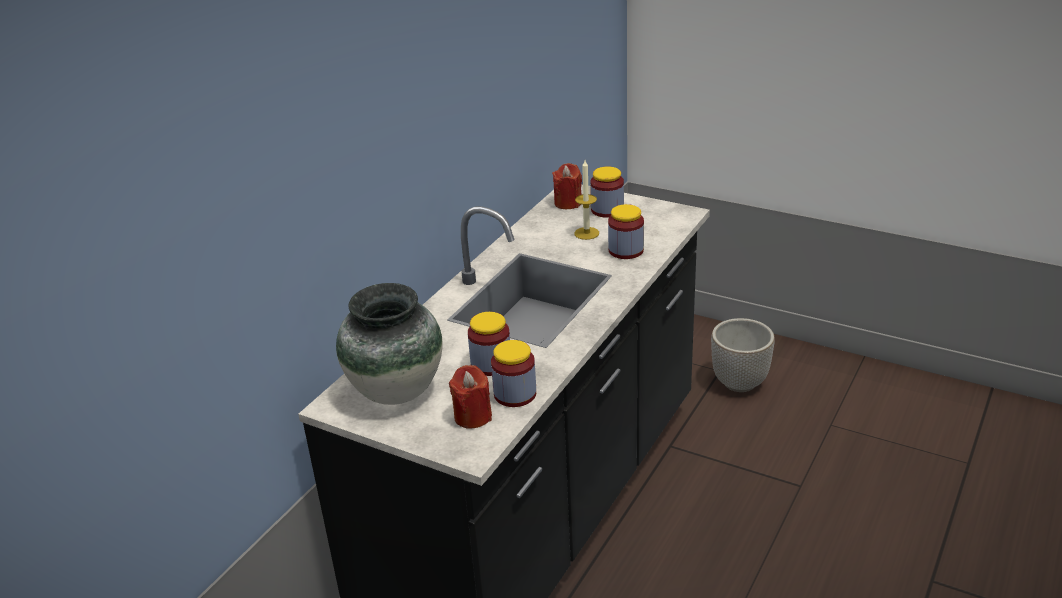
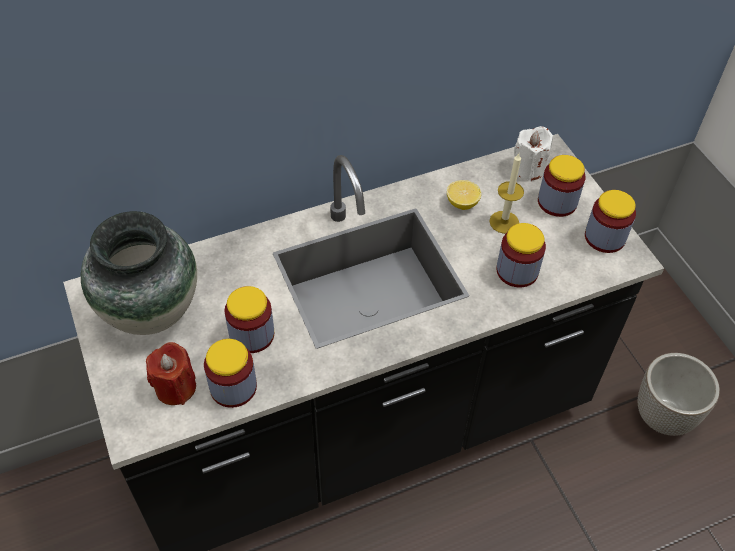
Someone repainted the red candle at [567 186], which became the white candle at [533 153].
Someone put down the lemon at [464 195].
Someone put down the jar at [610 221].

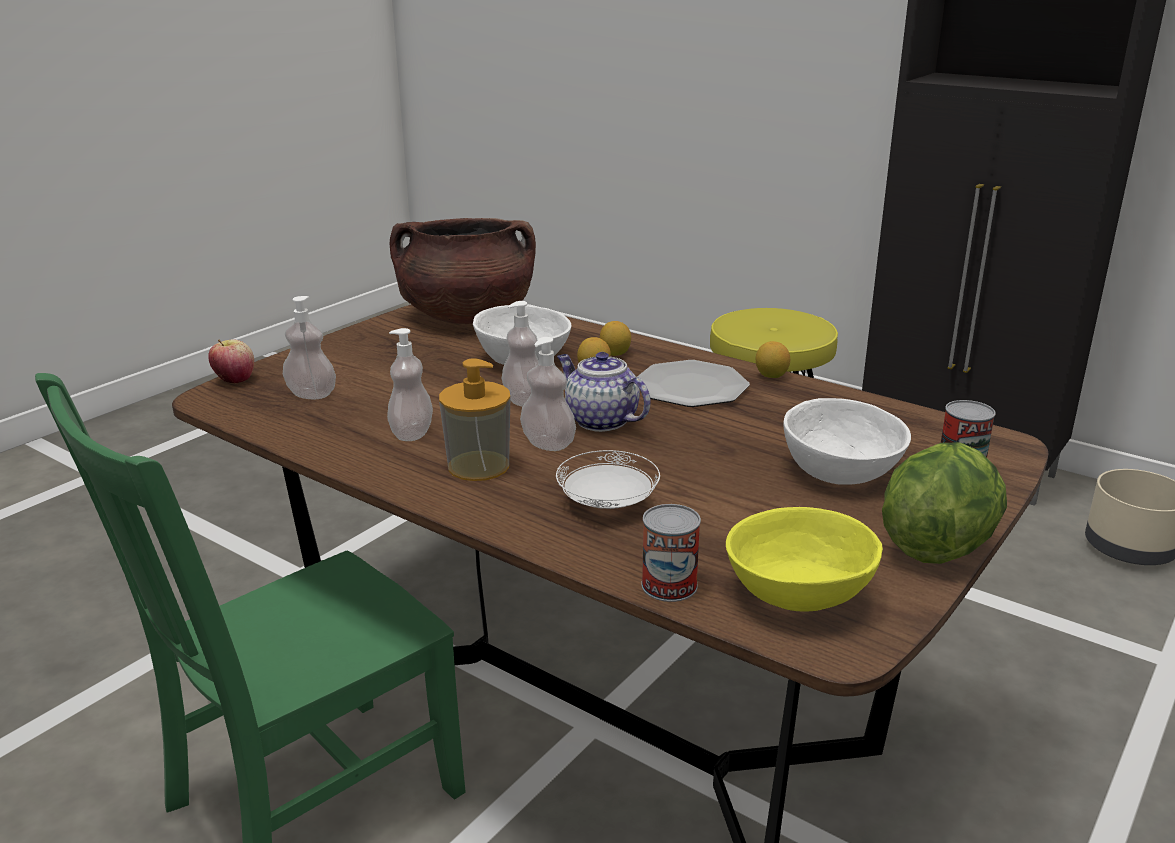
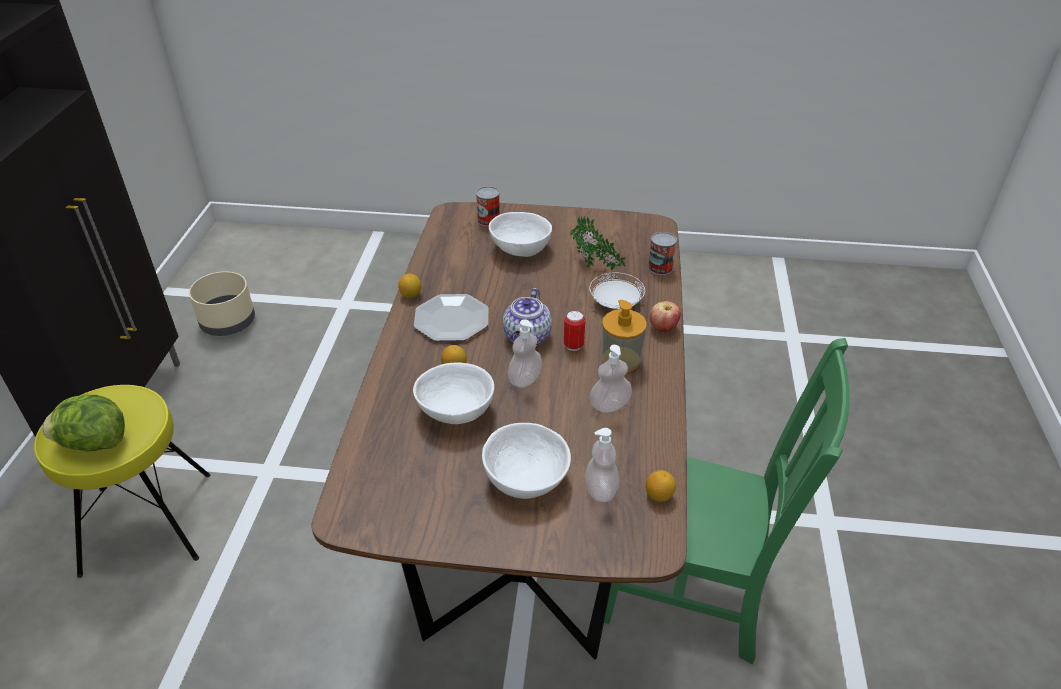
Someone took away the brown cooking pot at [463 271].
Someone carried the lemon from [615 338] to [661 486].
Someone swapped the soap dispenser at [548 394] for the can at [575 330].
Someone carried the apple from [231 361] to [665 316].
Someone carried the lettuce from [944 503] to [83 423].
Someone took away the yellow bowl at [804 559].
Someone put down the potted plant at [598 242].
Someone put down the white bowl at [526 461].

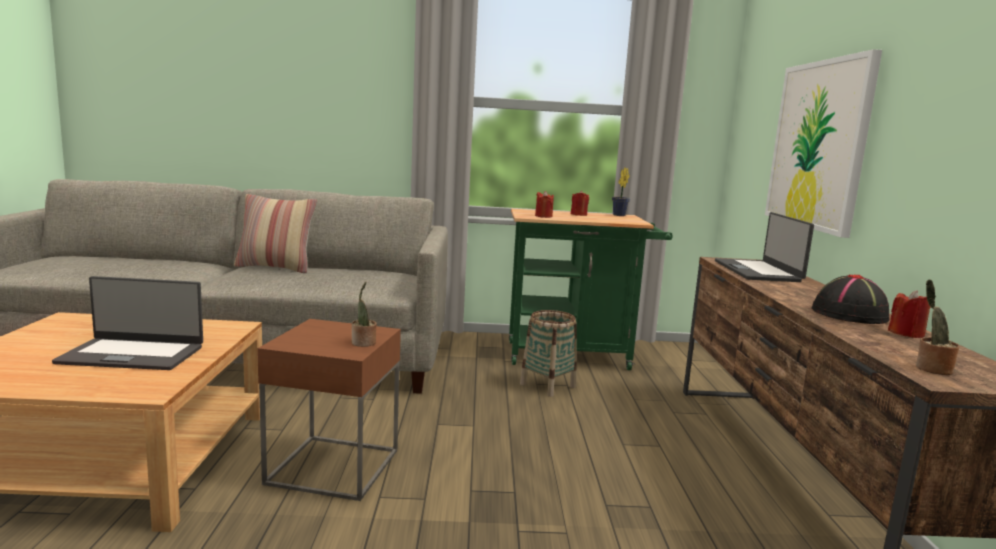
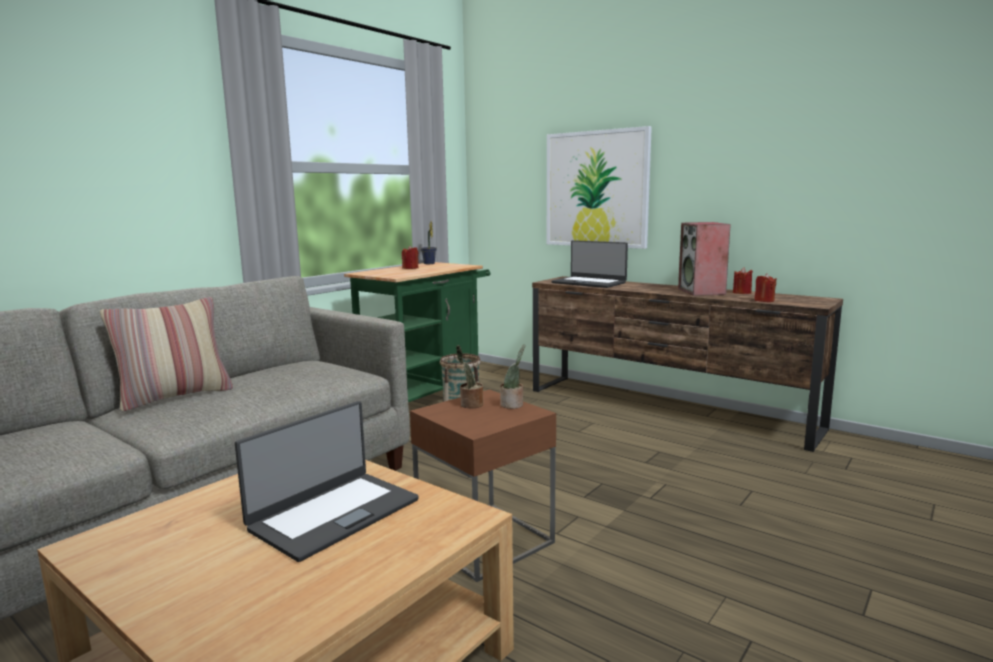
Someone carried the red candle from [544 204] to [765 287].
Someone swapped the black hat at [850 299] for the speaker at [704 259].
Someone carried the potted plant from [938 327] to [469 377].

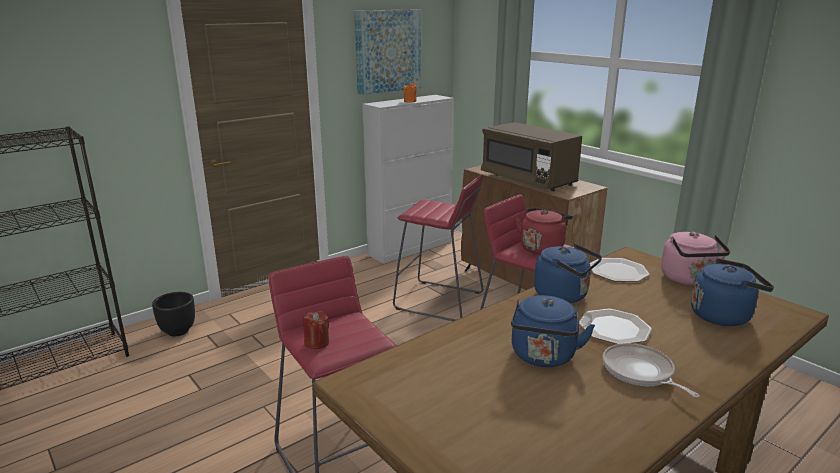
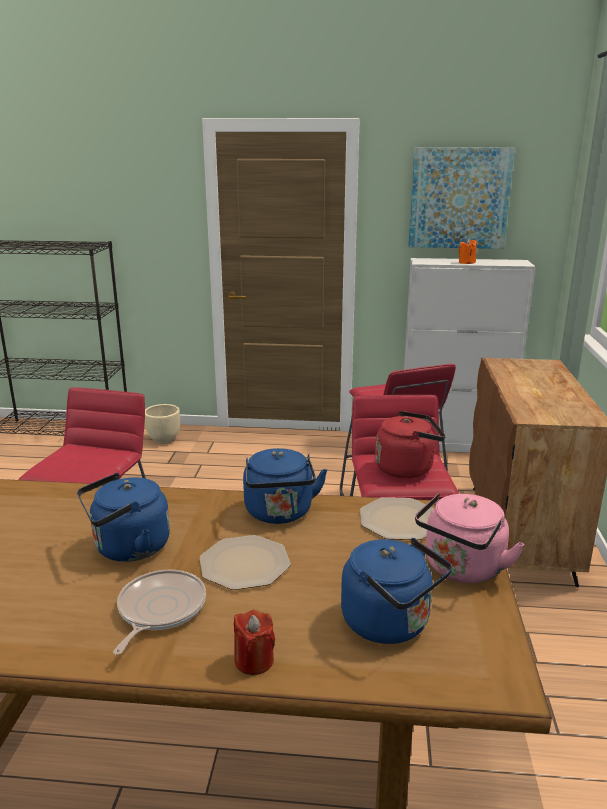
Someone took away the brown microwave at [531 156].
Someone repainted the black planter at [173 314], which became the beige planter at [162 424].
Someone carried the red candle from [316 330] to [254 642].

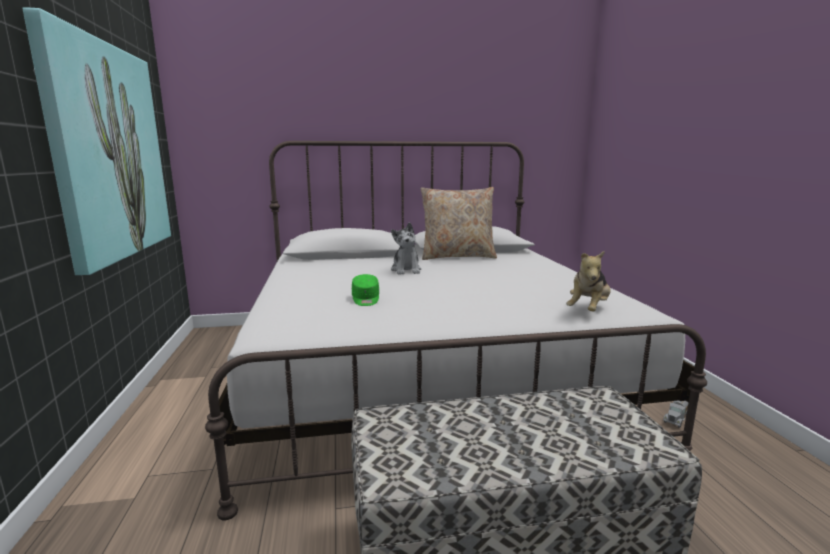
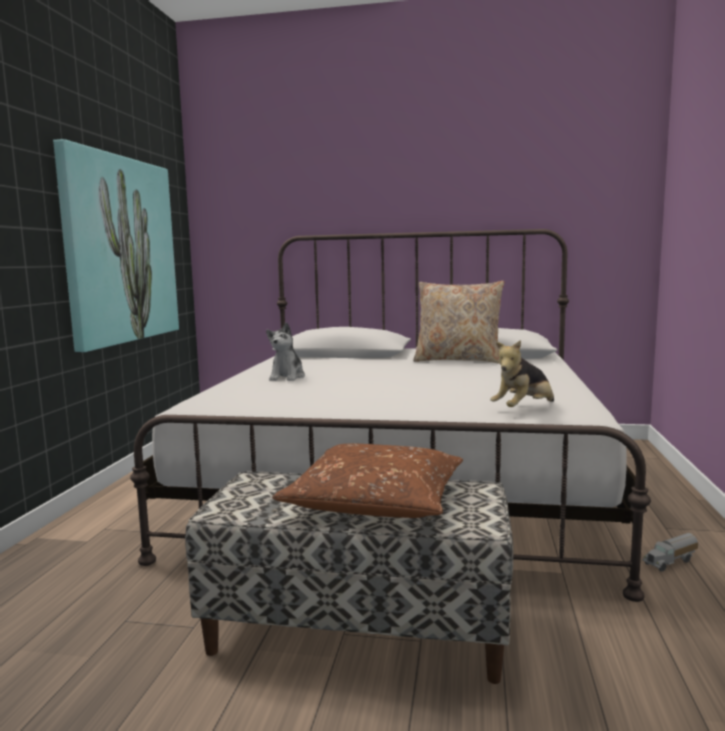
Someone carried the plush toy from [406 248] to [285 351].
Someone took away the green cap at [365 290].
Someone put down the brown pillow at [367 480].

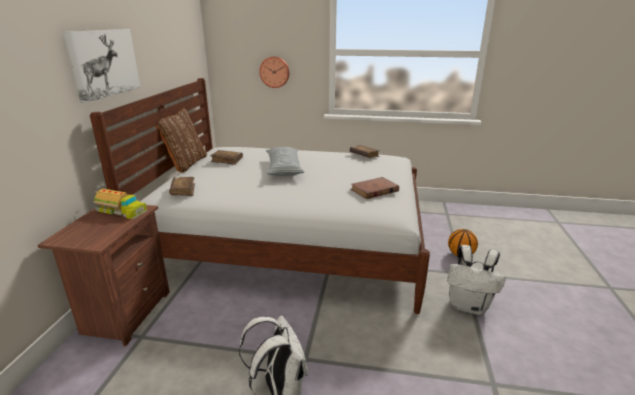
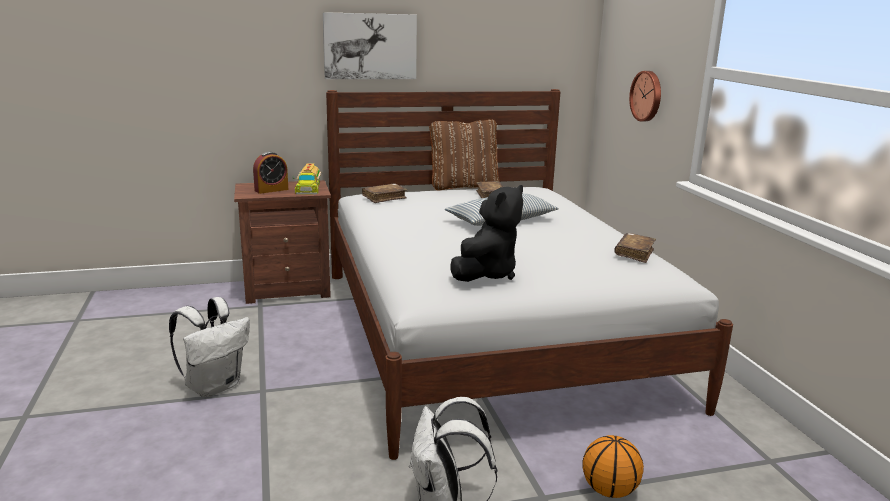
Someone swapped the brown book at [374 188] for the black plush toy at [486 233].
Someone put down the alarm clock at [270 173].

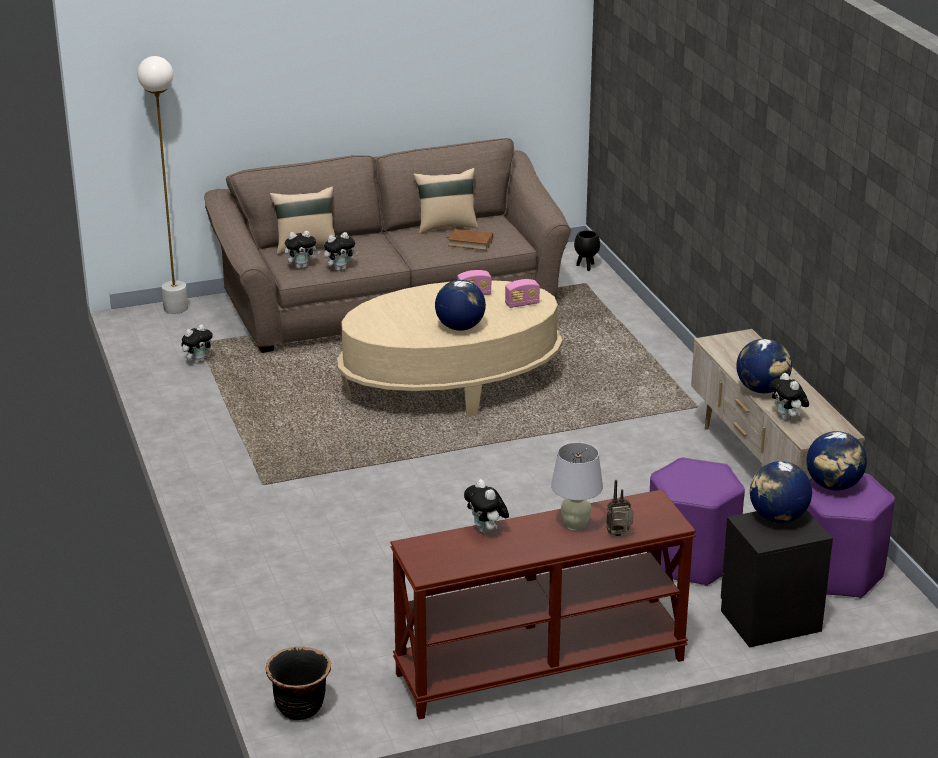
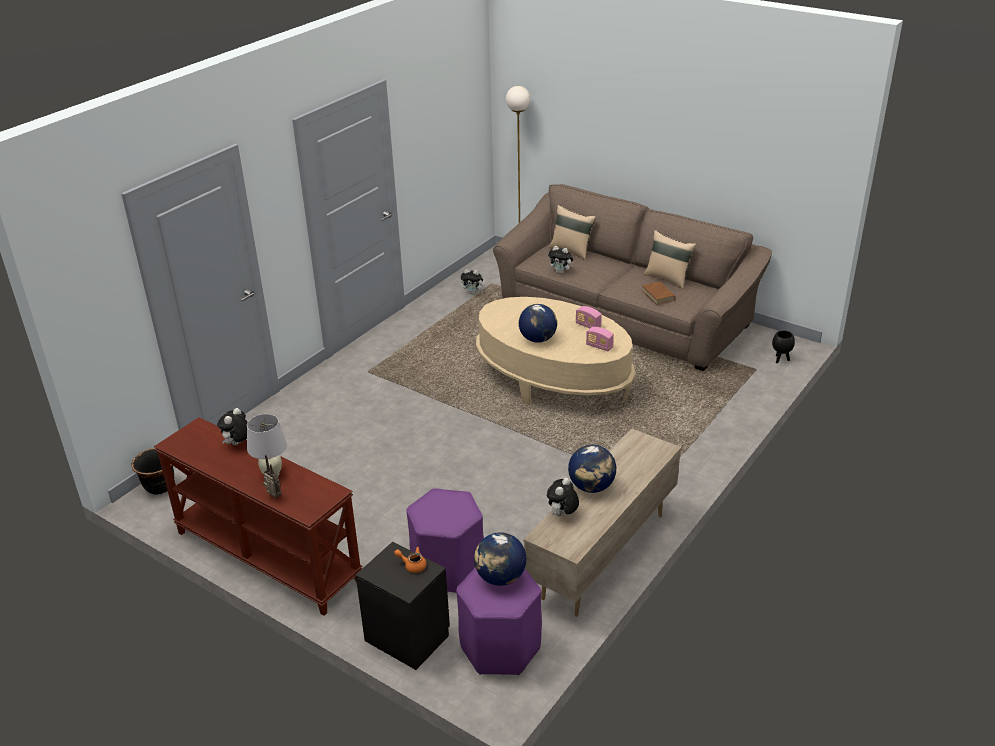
Someone took away the plush toy at [302 250].
Someone swapped the globe at [781 492] for the orange teapot at [410 560].

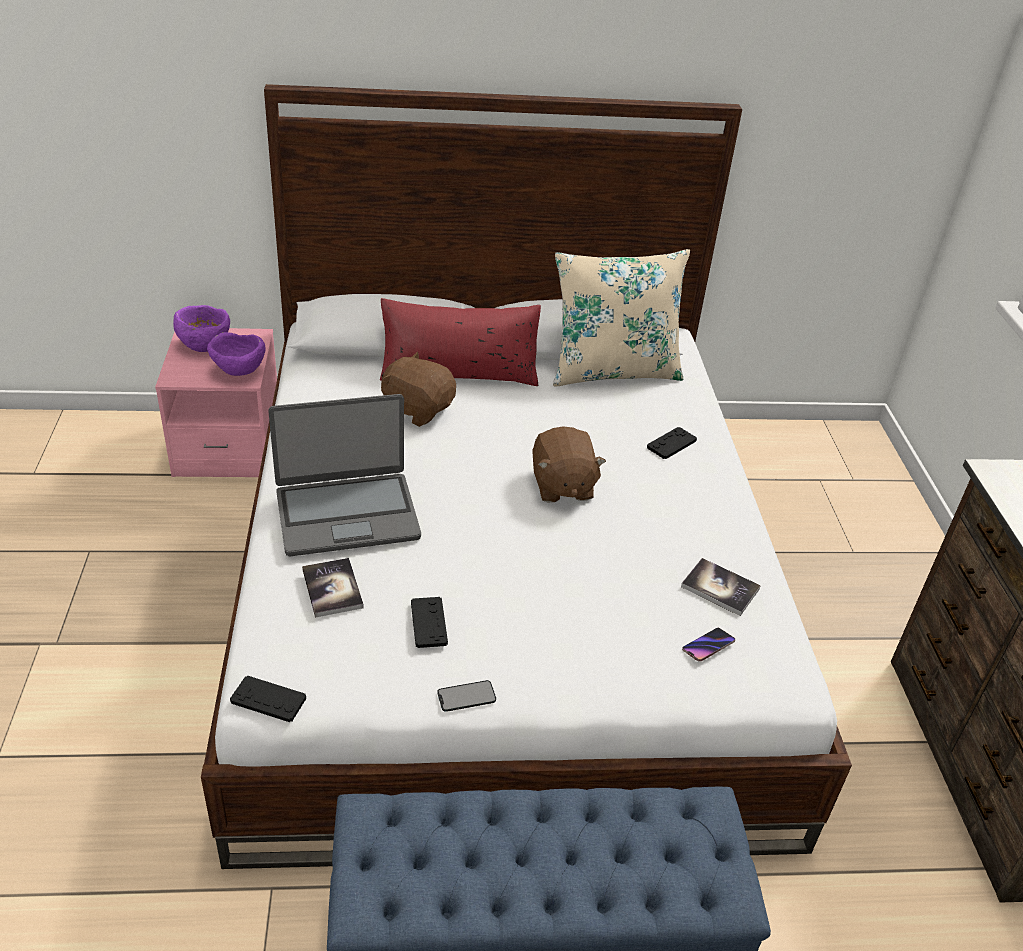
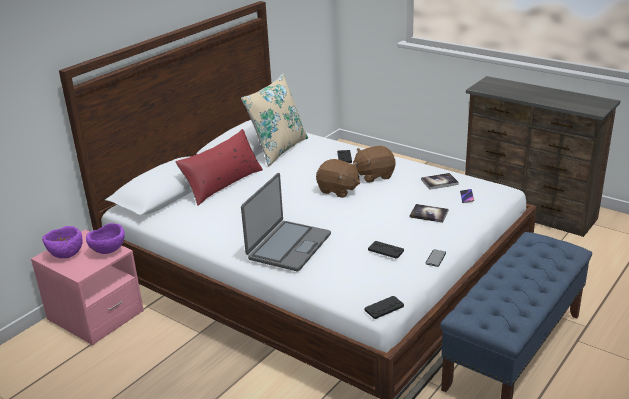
Someone carried the brown plush toy from [418 389] to [374 164].
Someone carried the book from [333 588] to [429 213].

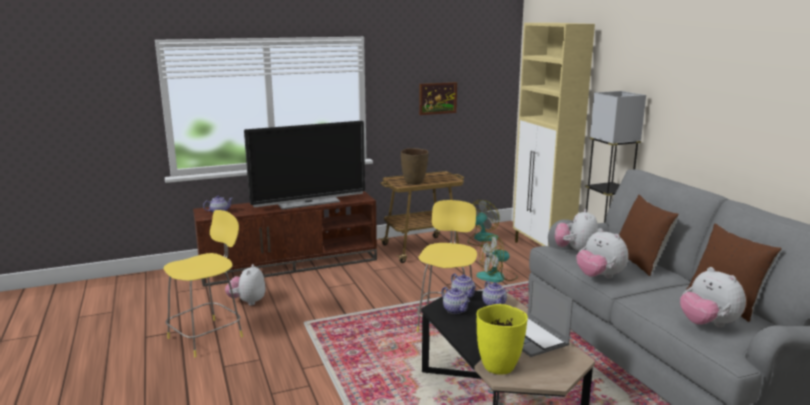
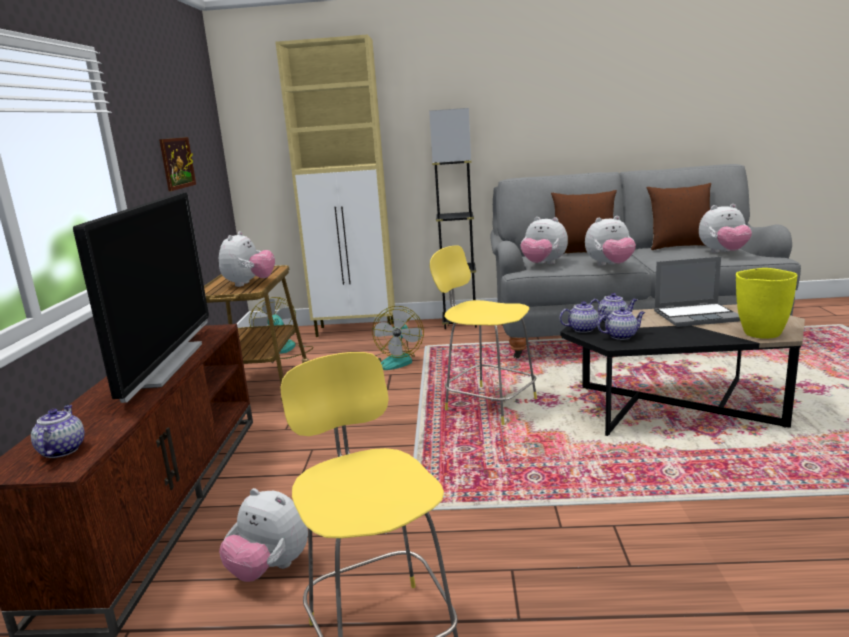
Someone swapped the brown vase at [414 166] for the plush toy at [247 259].

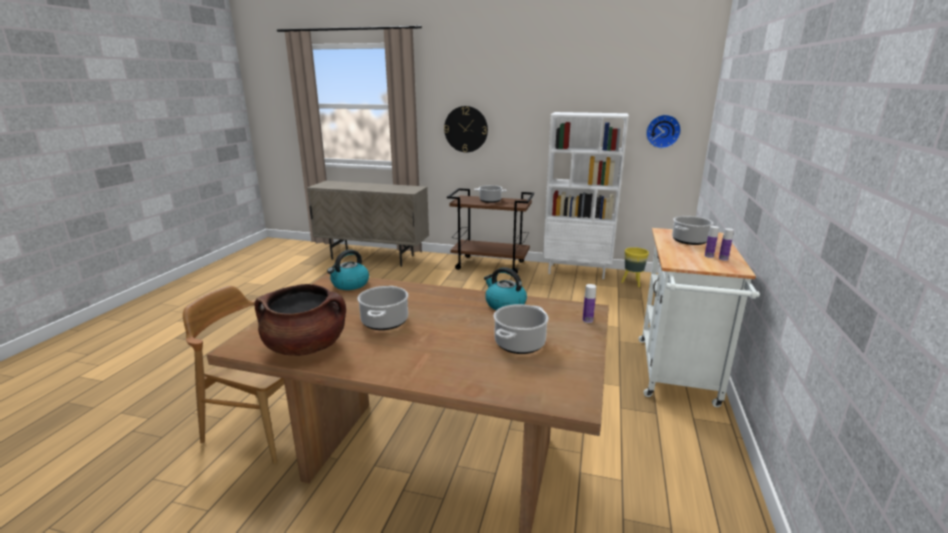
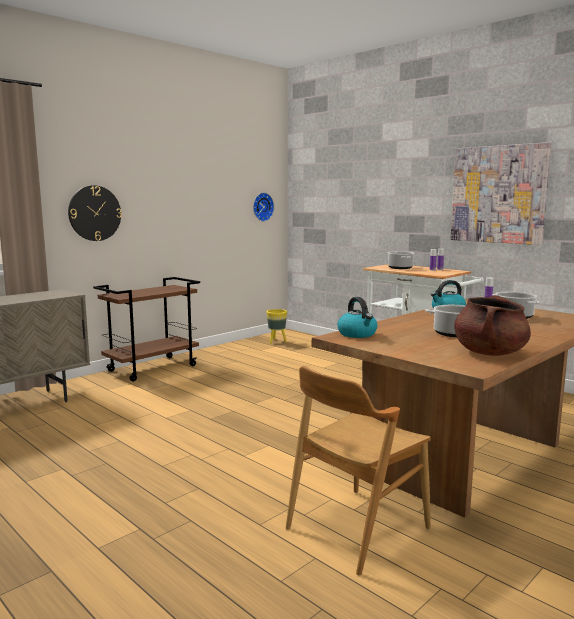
Someone took away the white bookcase at [586 195].
Someone took away the cooking pot at [490 194].
Someone put up the picture at [501 193].

